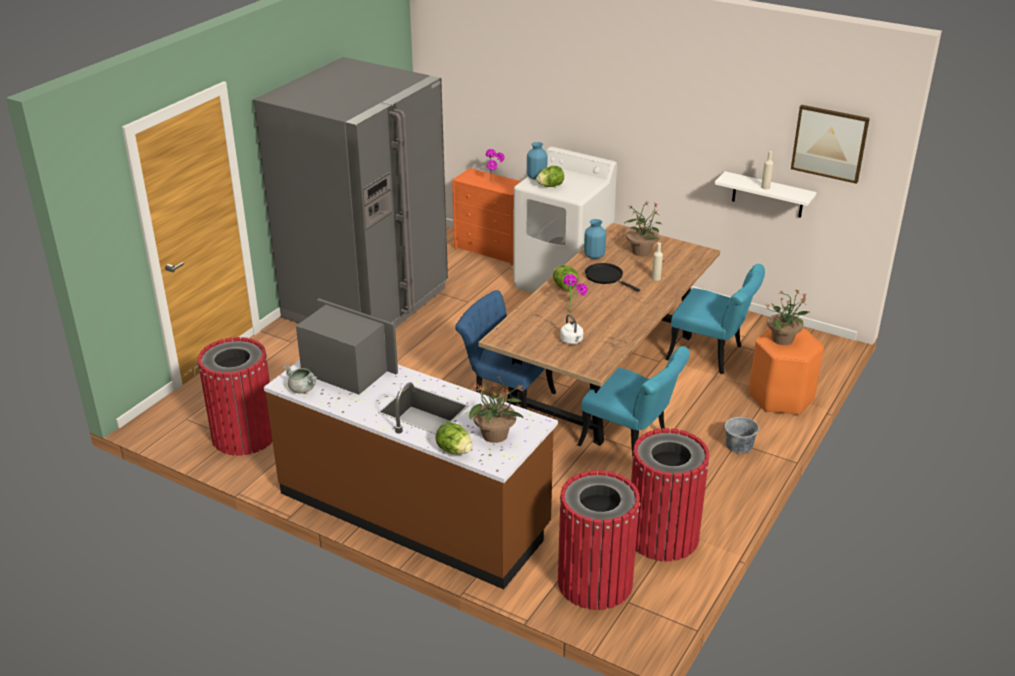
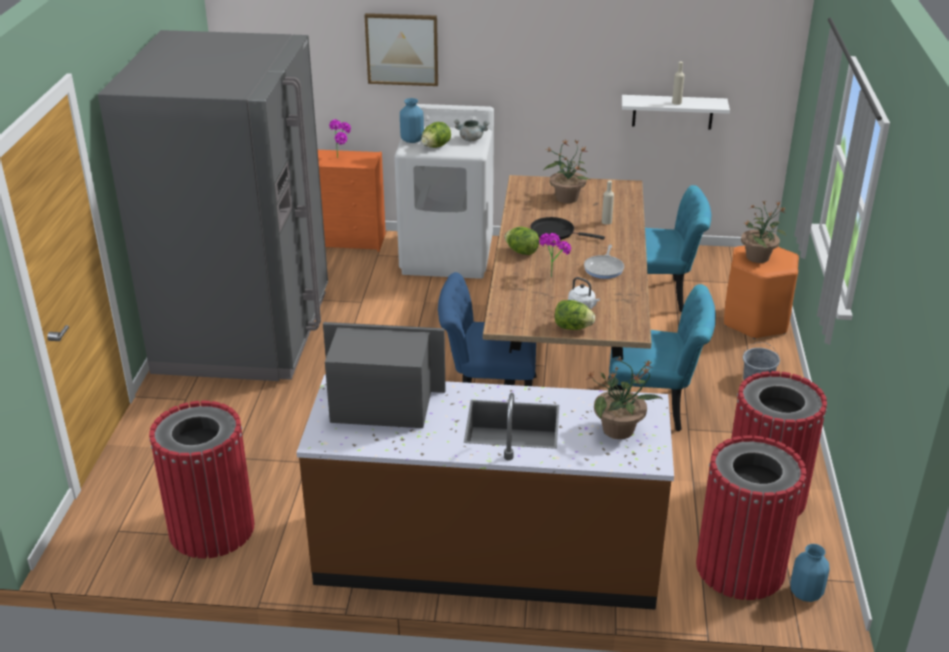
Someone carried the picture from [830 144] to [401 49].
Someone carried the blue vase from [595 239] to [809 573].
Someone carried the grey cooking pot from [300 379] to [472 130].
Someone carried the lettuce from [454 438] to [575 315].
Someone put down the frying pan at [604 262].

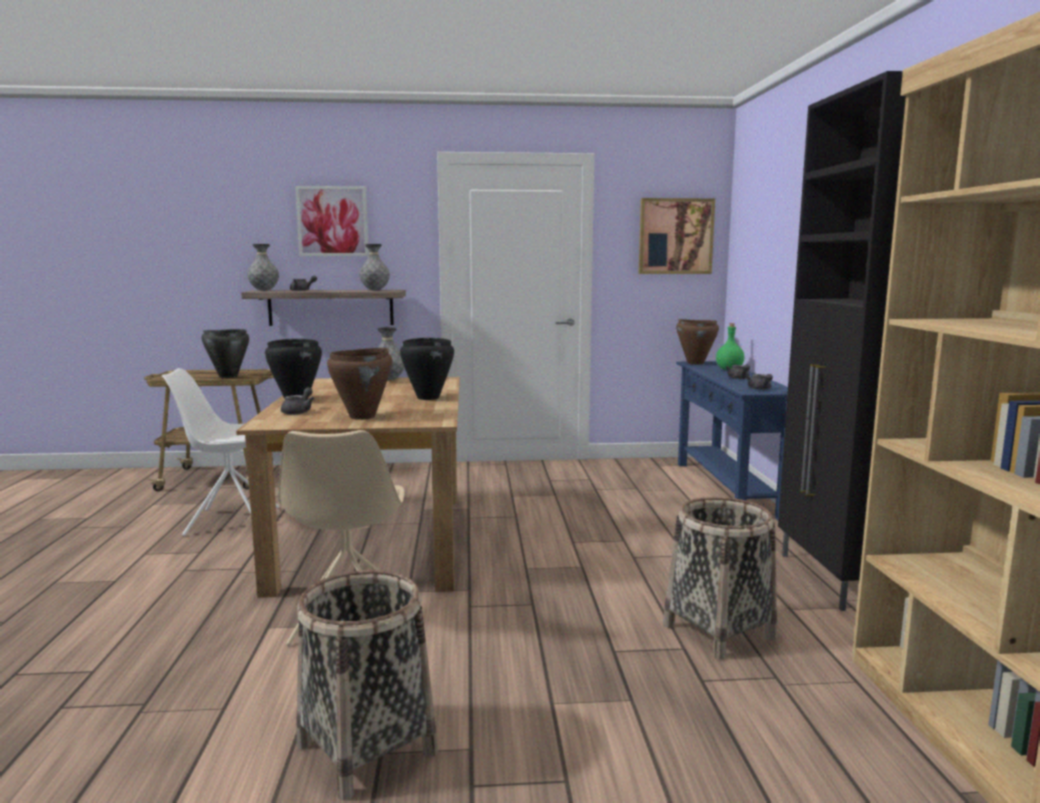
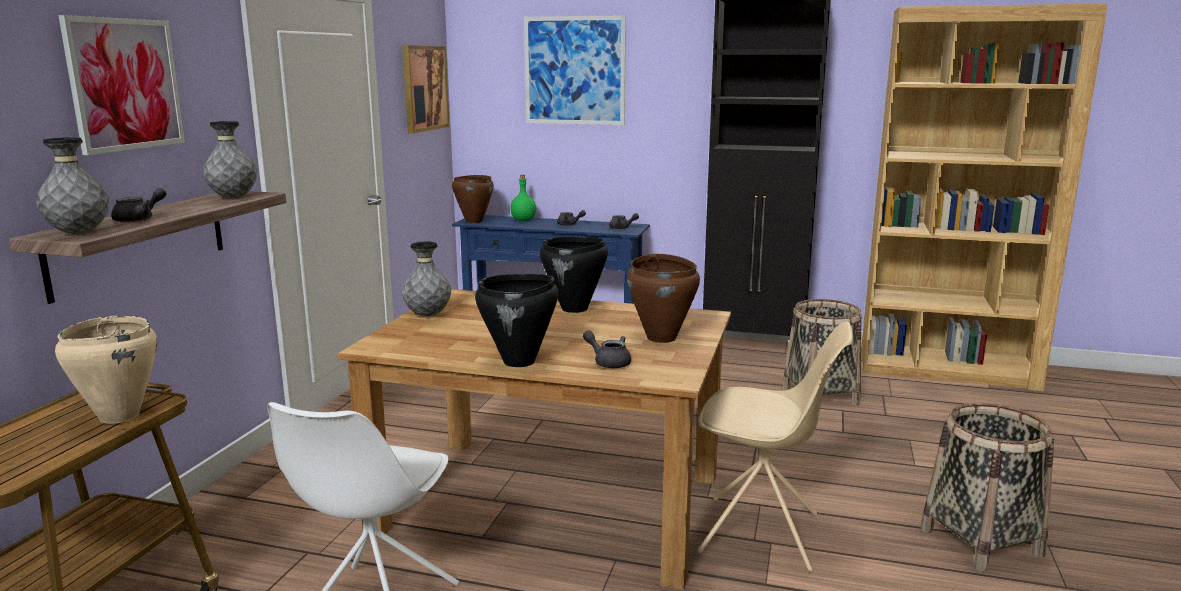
Someone repainted the black cooking pot at [225 353], which became the beige cooking pot at [106 369].
Someone put up the picture at [575 70].

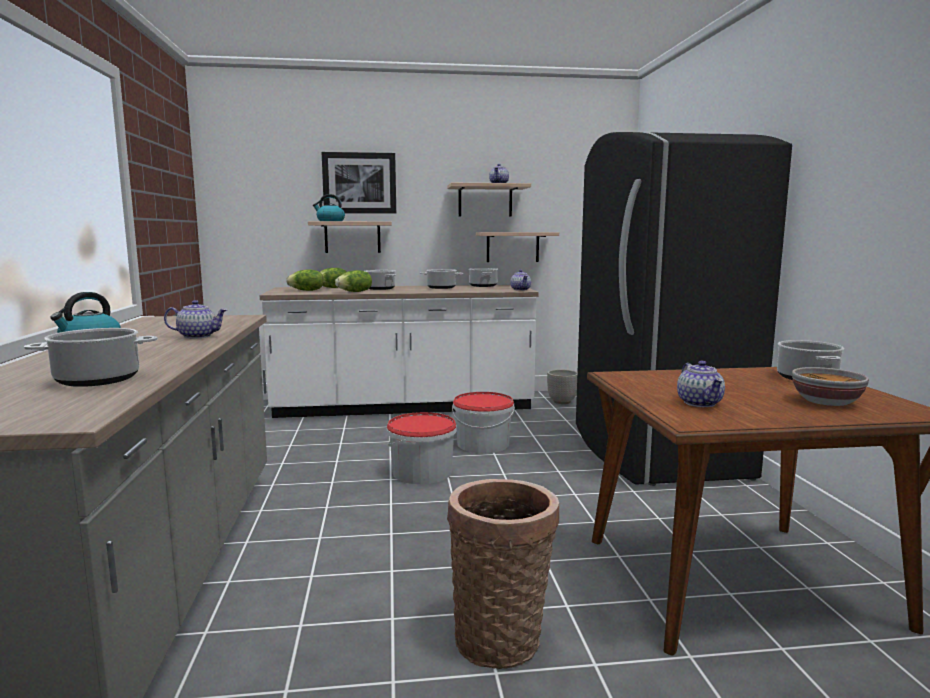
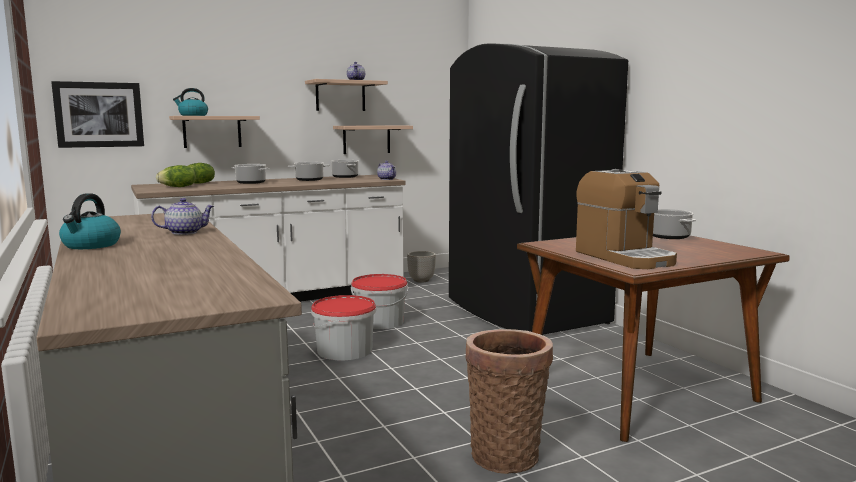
Someone carried the picture from [359 183] to [97 114].
Someone took away the lettuce at [353 281].
Someone took away the cooking pot at [91 357].
Someone swapped the teapot at [701 384] for the coffee machine at [626 219].
Someone took away the bowl at [830 386].

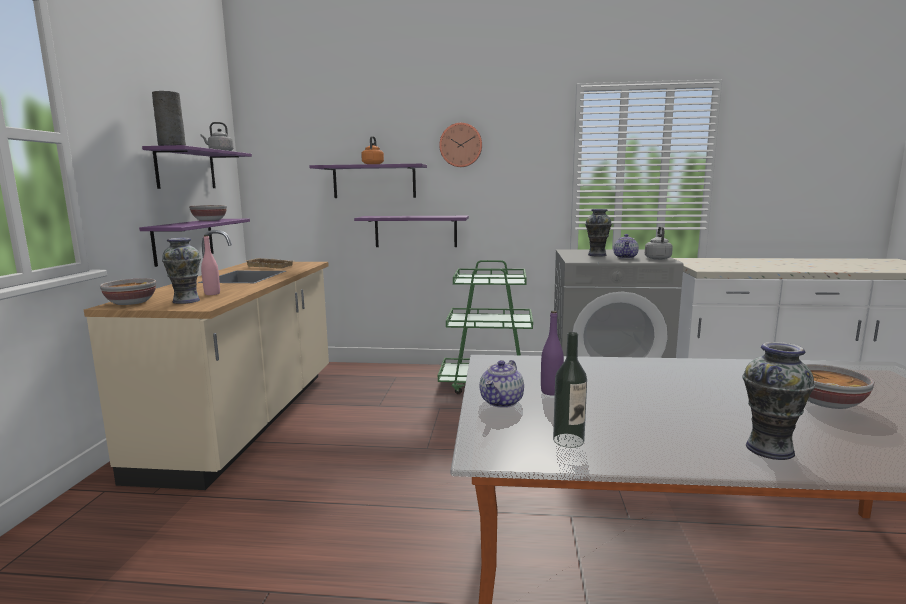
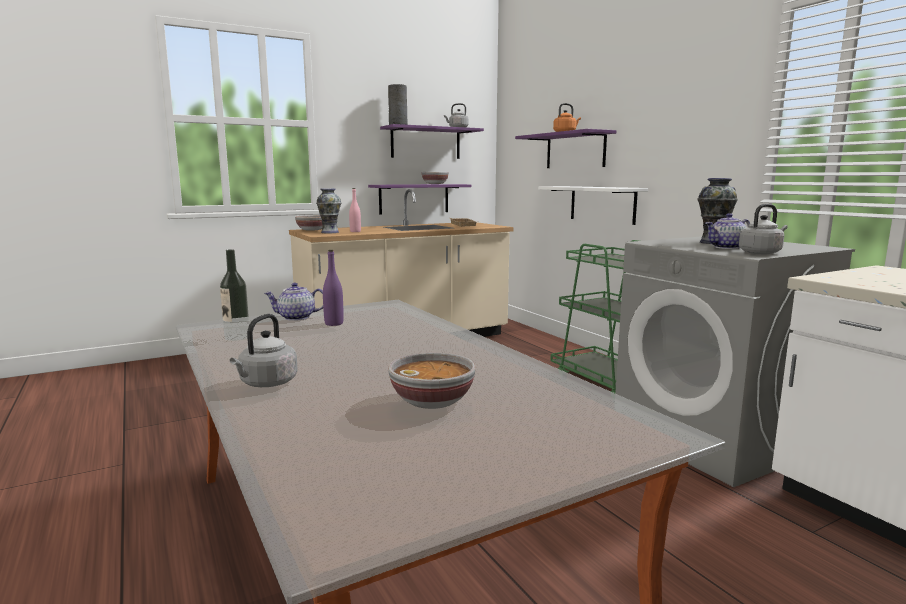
Someone took away the wall clock at [460 145].
Someone repainted the purple shelf at [411 231], which became the white shelf at [593 205].
Someone swapped the vase at [778 401] for the grey kettle at [264 350].

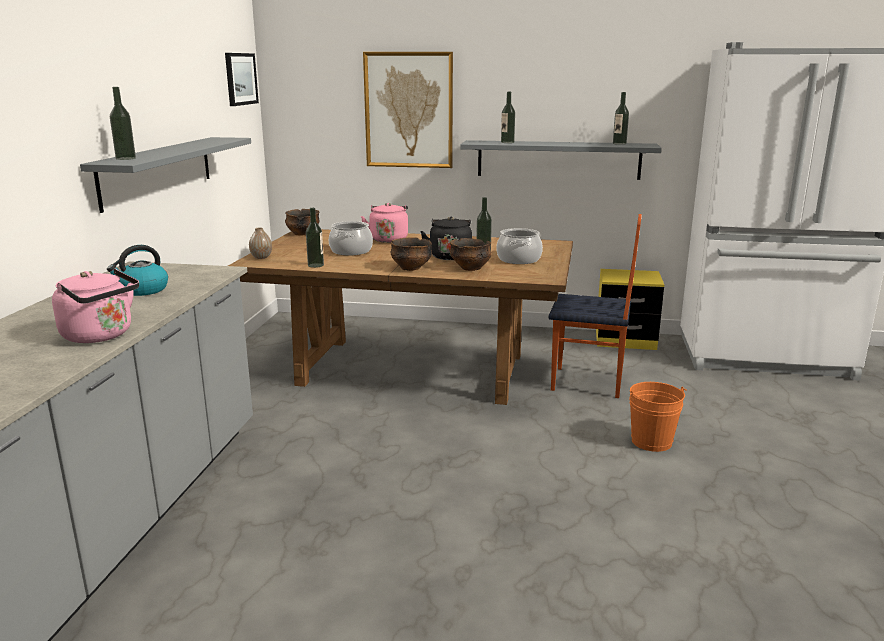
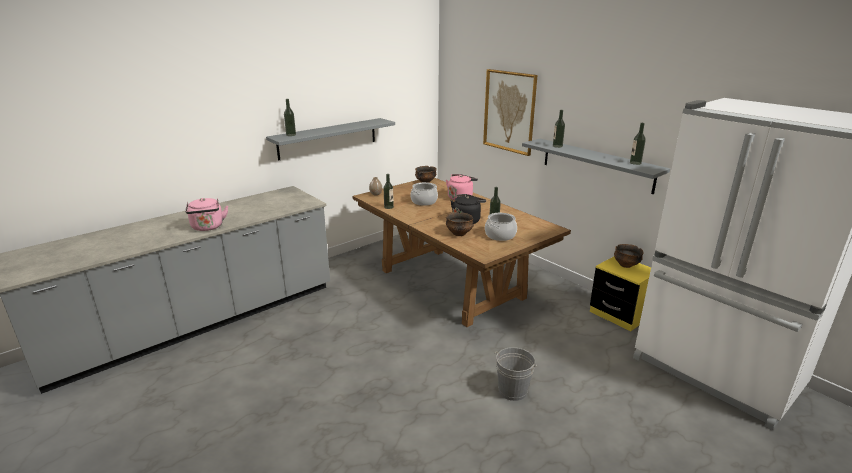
Someone took away the picture at [242 79].
Someone took away the chair at [595 306].
Someone carried the bowl from [411 254] to [629 256].
Someone took away the kettle at [137 270].
Someone repainted the orange bucket at [658 417], which became the grey bucket at [515 374].

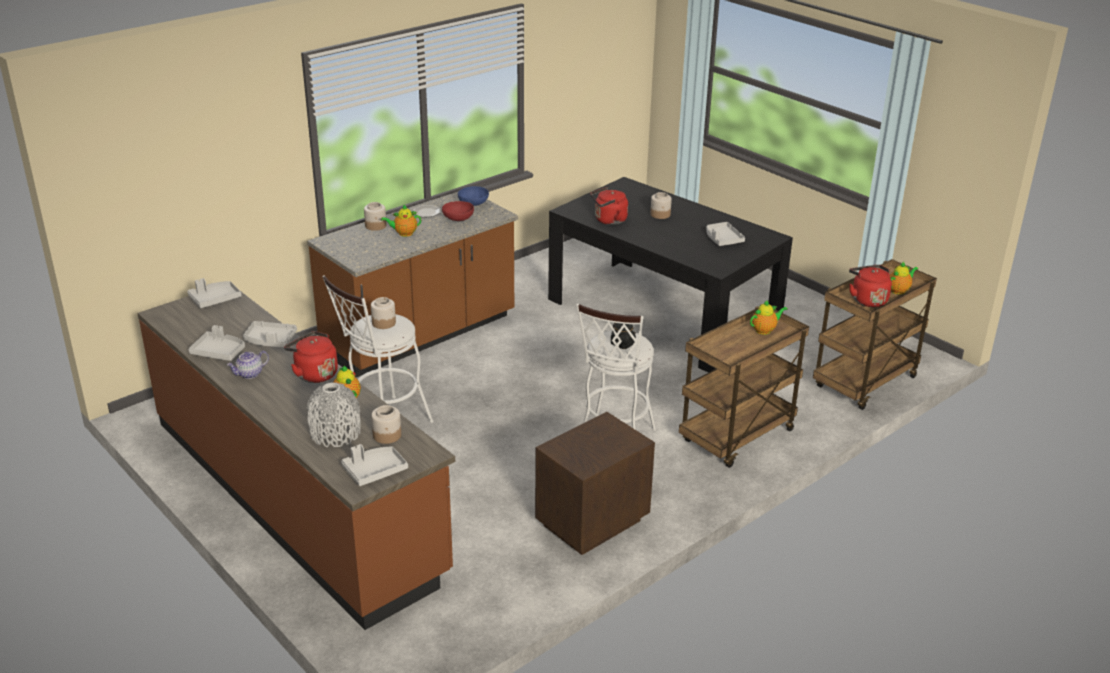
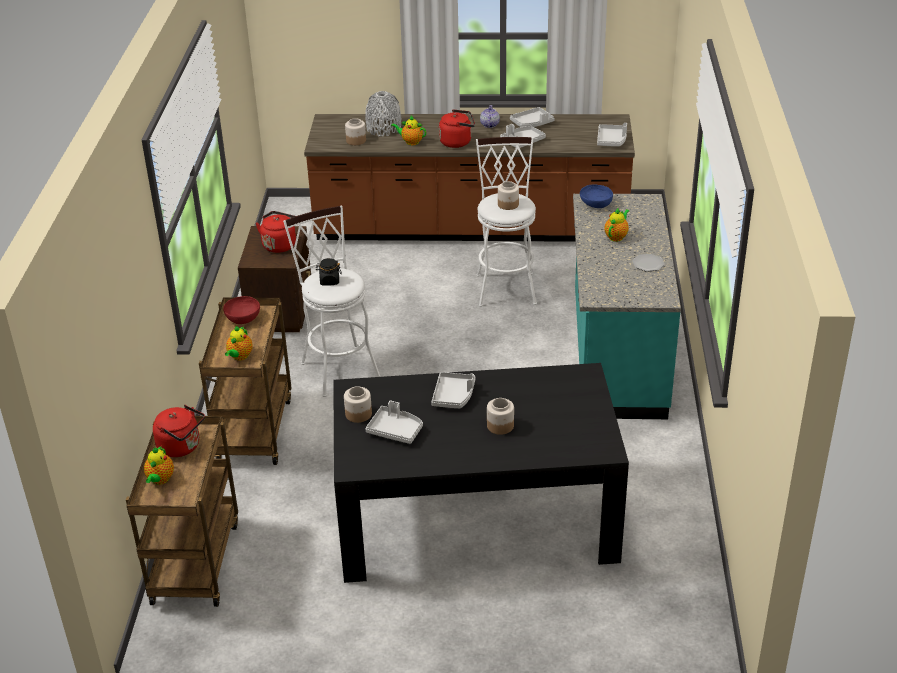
Someone carried the blue bowl from [473 196] to [596 196].
Someone carried the red kettle from [609 206] to [276 232].
Someone repainted the brown counter at [412 284], which became the turquoise counter at [627 306].
Someone carried the red bowl from [458 211] to [241 310].
Someone carried the jar from [375 216] to [358 404].
Someone carried the grey tray from [374 465] to [453 390].

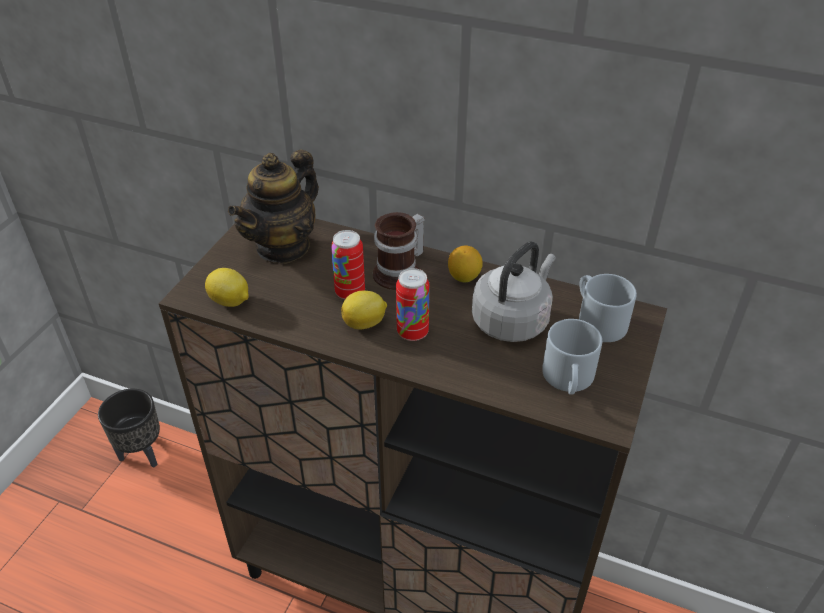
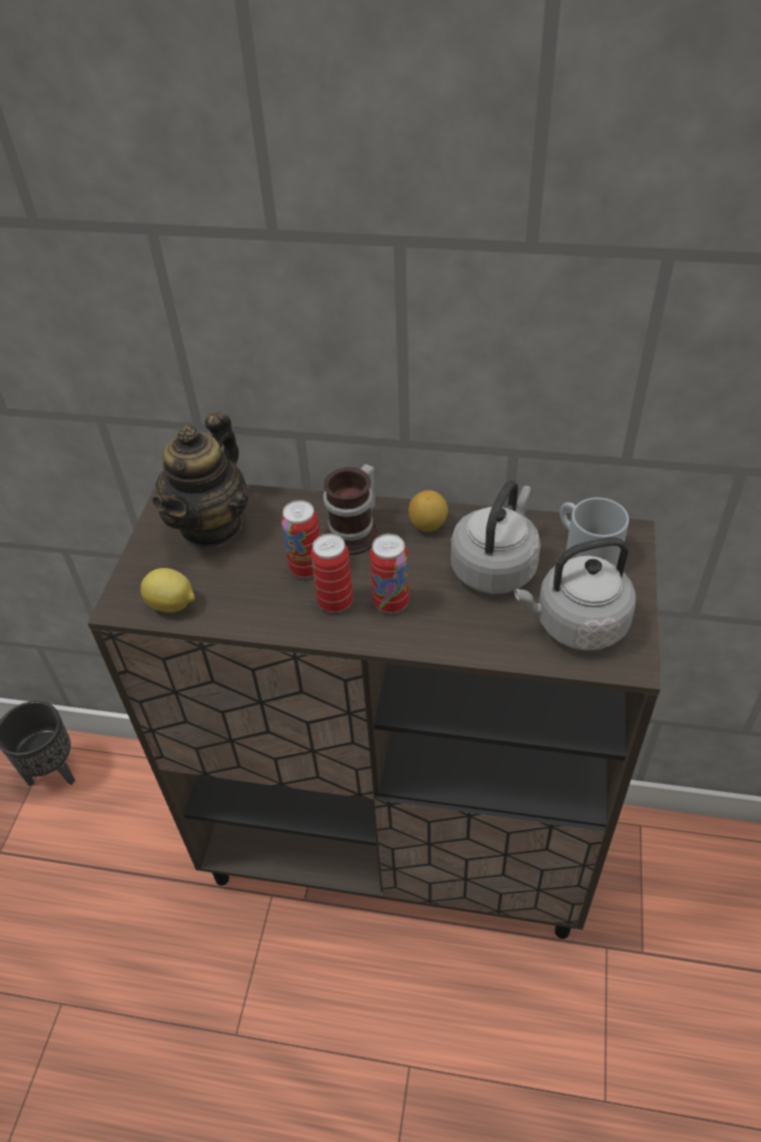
Someone swapped the lemon at [364 310] for the can at [332 573].
Someone swapped the grey mug at [572 356] for the grey kettle at [575 594].

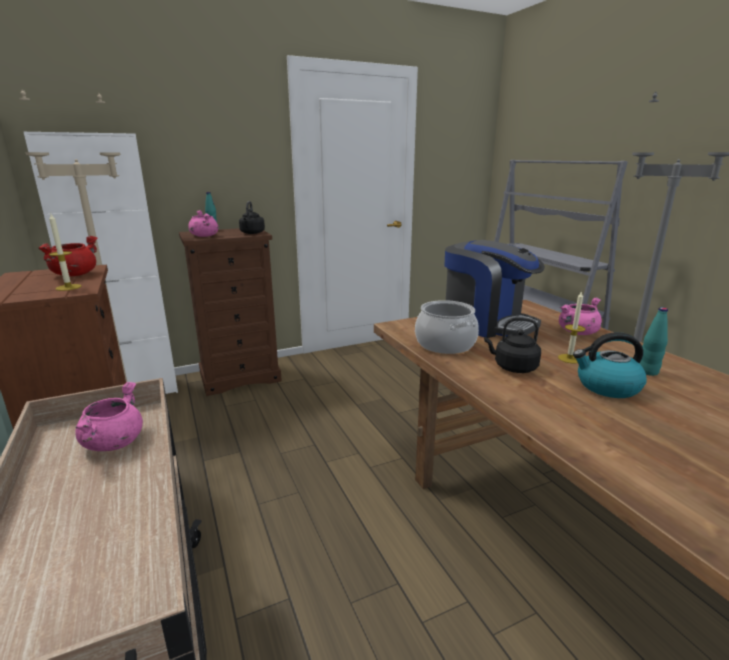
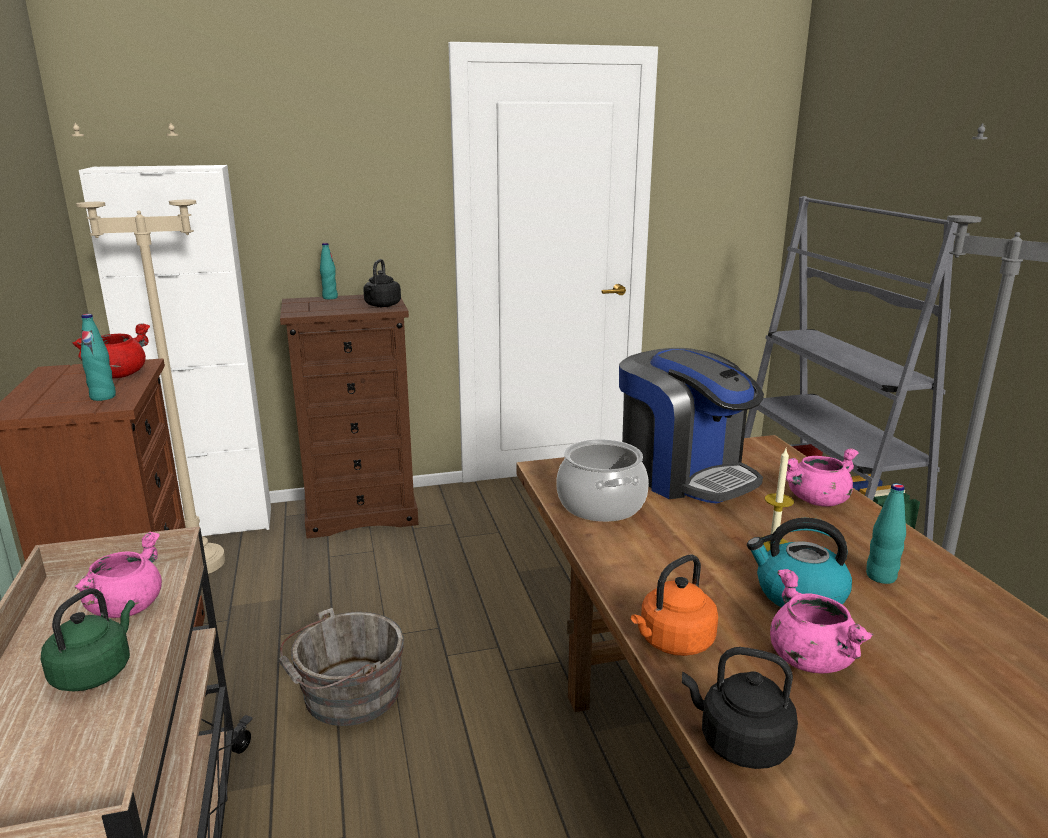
Someone carried the pink cooking pot from [203 223] to [822 621].
Someone swapped the candle at [65 252] for the turquoise bottle at [98 357].
Someone carried the black kettle from [512 345] to [740 708].
Someone put down the orange kettle at [674 605].
Someone put down the green kettle at [88 639].
Someone put down the grey bucket at [341 667].

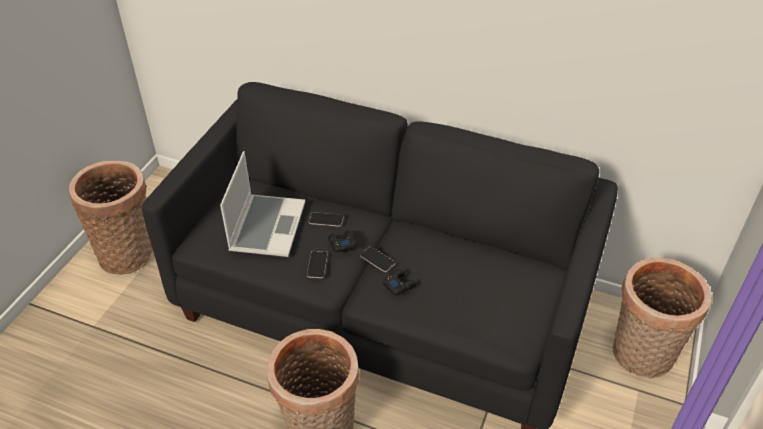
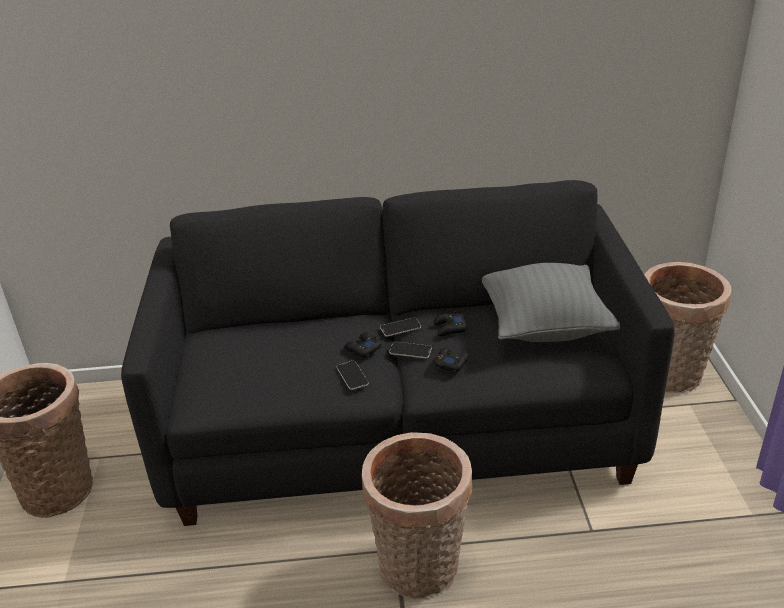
Someone took away the laptop at [262 204].
Someone carried the phone from [326 219] to [400 326].
Someone put down the grey pillow at [551 302].
Someone put down the black game controller at [450 323].

